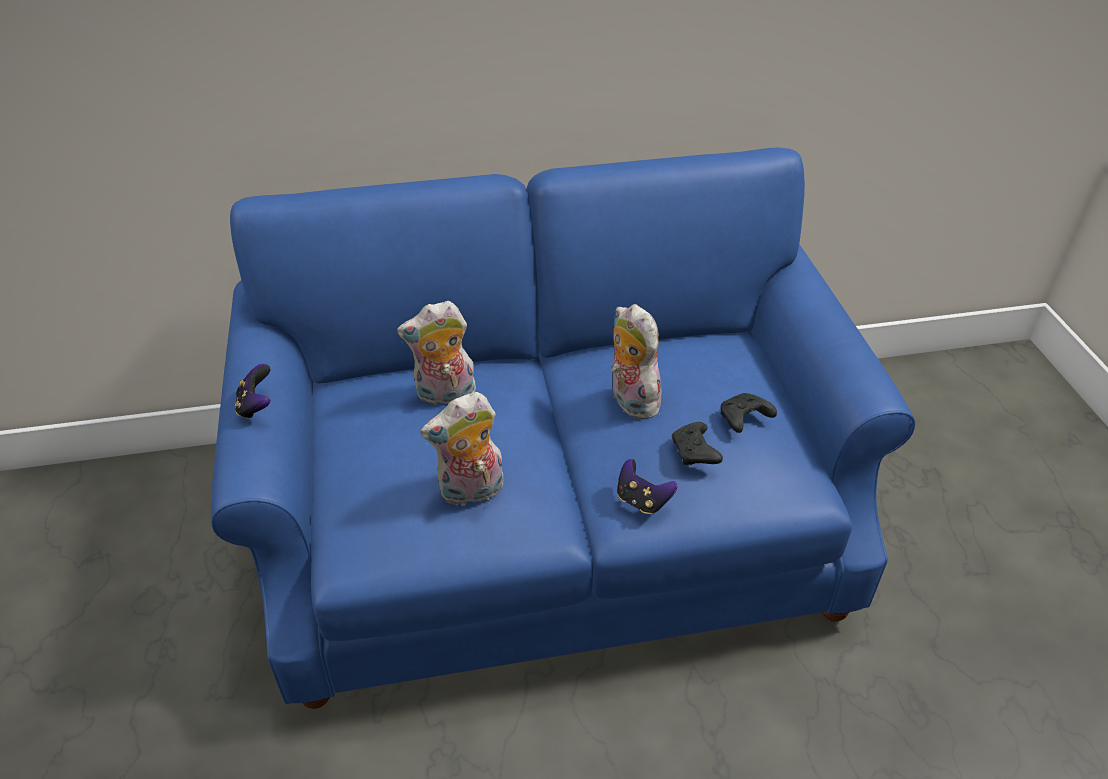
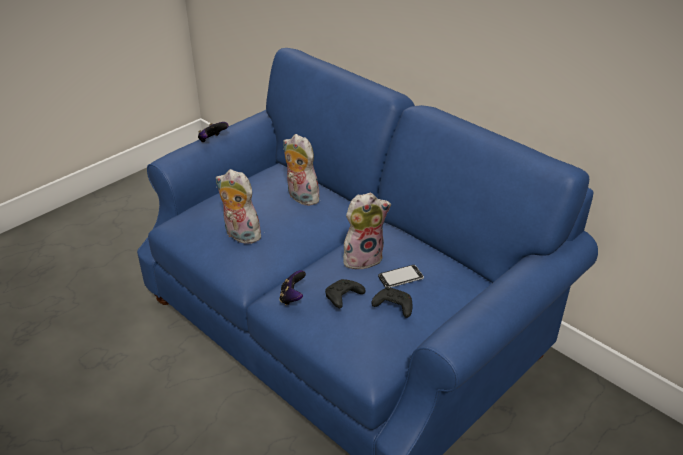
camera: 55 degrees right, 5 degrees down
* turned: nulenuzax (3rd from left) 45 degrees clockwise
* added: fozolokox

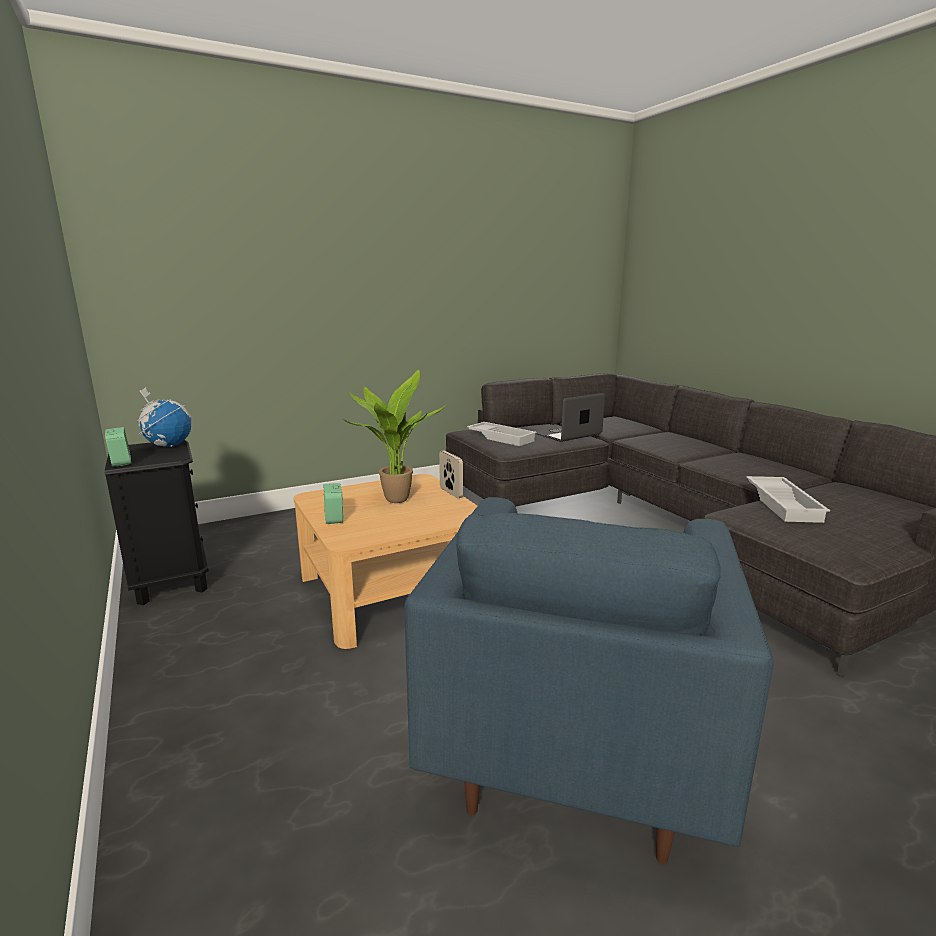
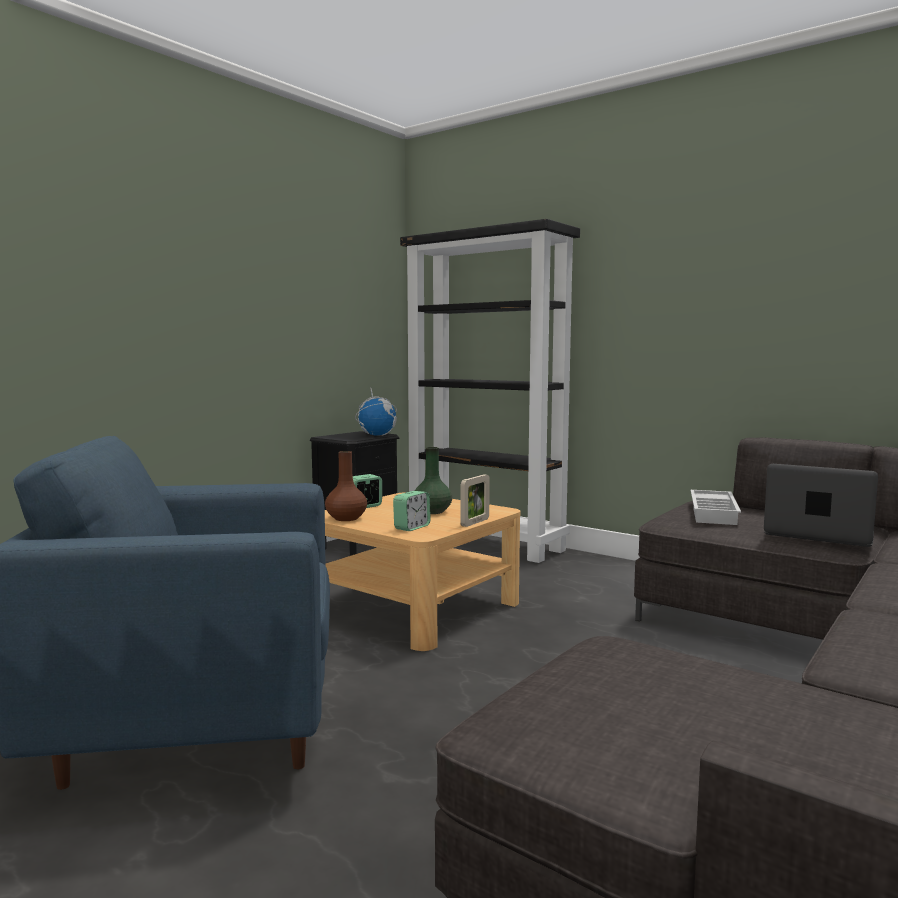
camera: 65 degrees right, 10 degrees down
* replaced: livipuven to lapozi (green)
* moved: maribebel (1st from left in the first image) to maribebel (2nd from left)
* removed: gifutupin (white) (2nd from left)
* added: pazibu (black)
* added: lapozi (brown)

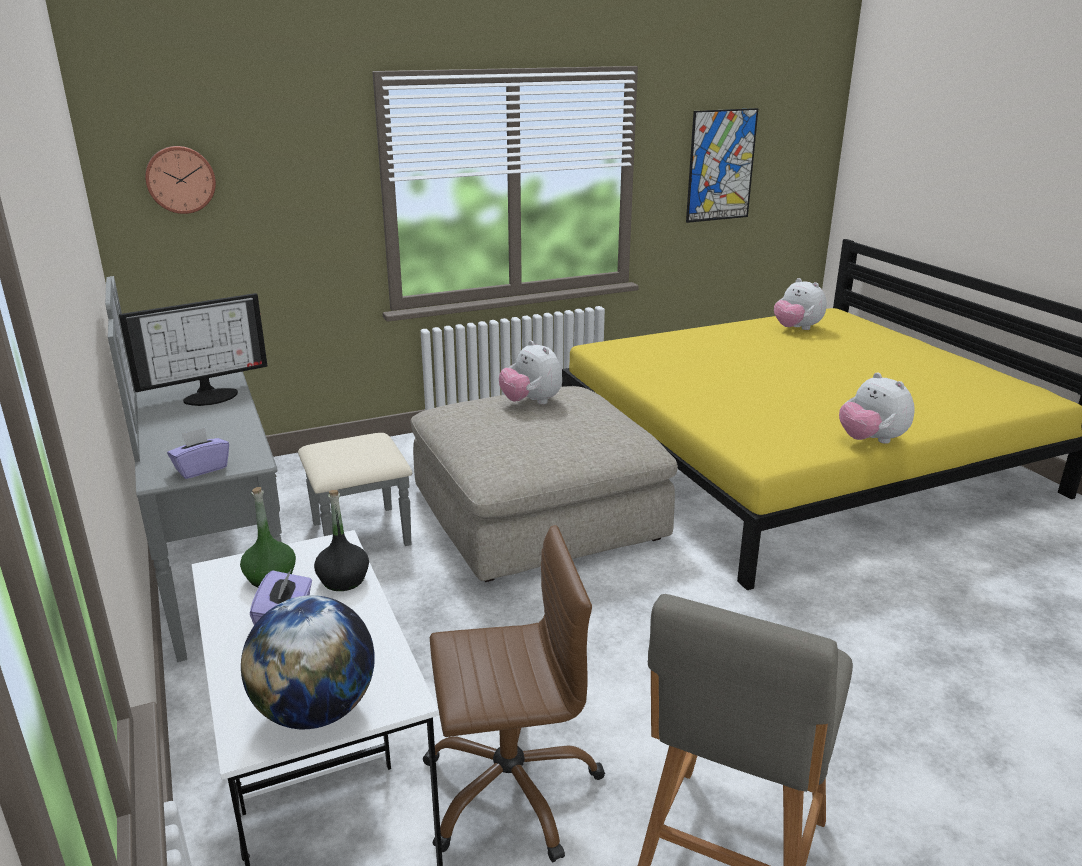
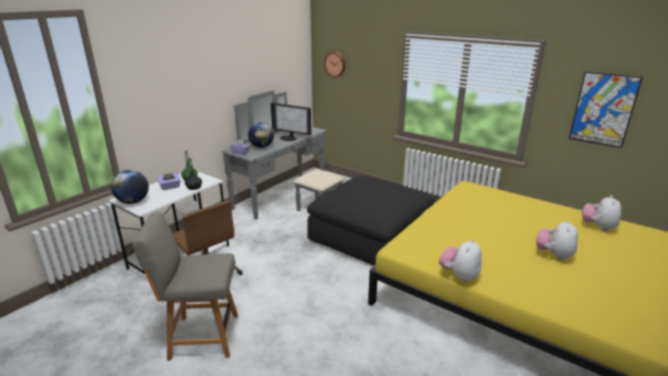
camera: 60 degrees right, 0 degrees up
* moved: nulenuzax (1st from left in the first image) to nulenuzax (2nd from left)
* recoloured: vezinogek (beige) to vezinogek (black)
* added: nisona (2nd from left)

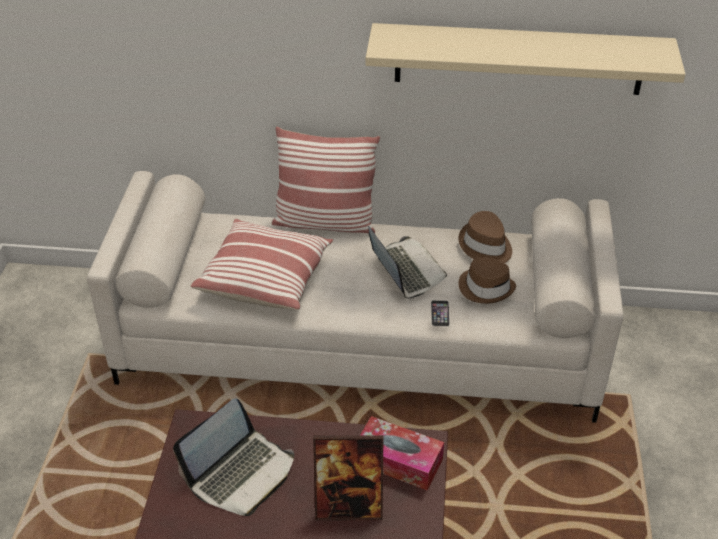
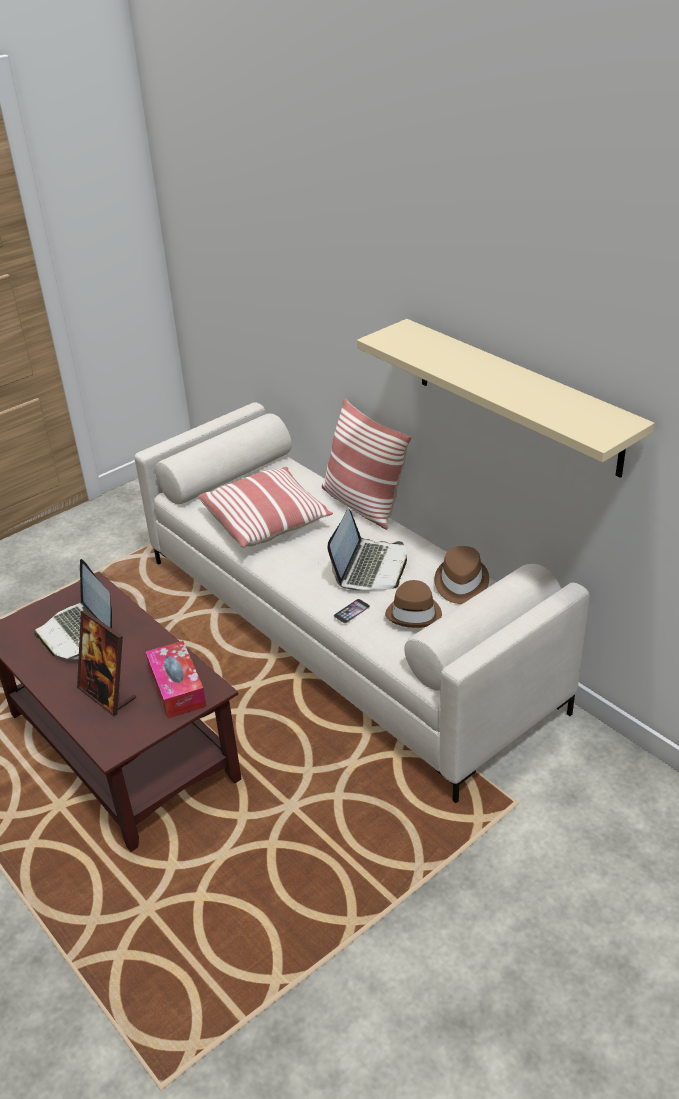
camera: 45 degrees right, 5 degrees down
* turned: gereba (1st from left) 60 degrees clockwise

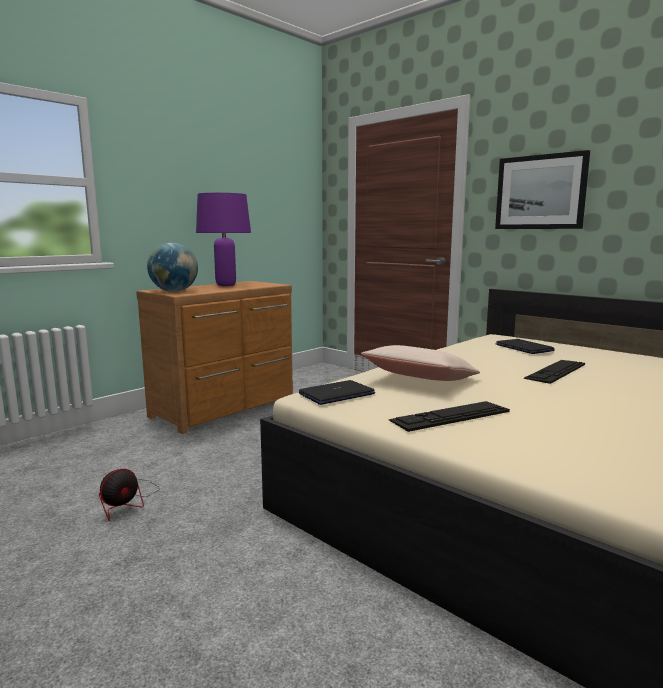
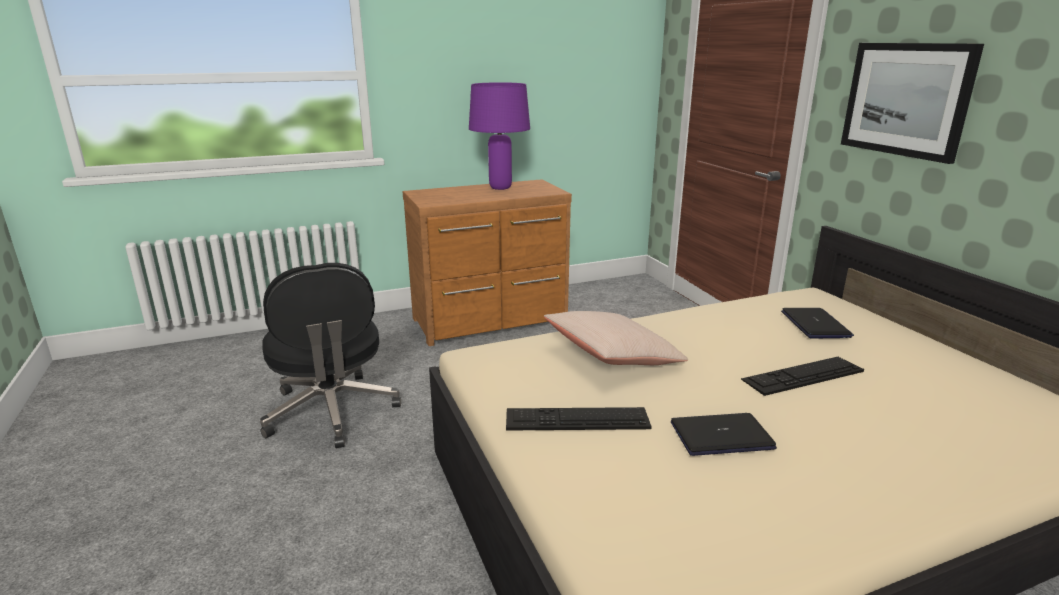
camera: 25 degrees right, 10 degrees up
* removed: nisona
* moved: gereba (1st from left)
* replaced: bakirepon to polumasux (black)

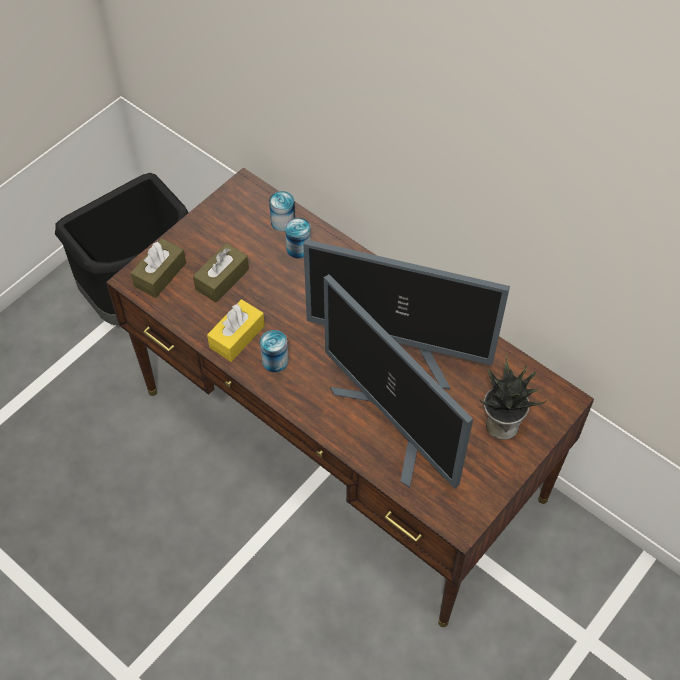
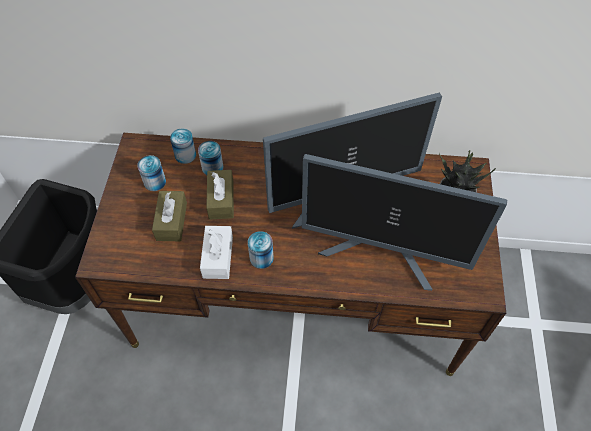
camera: 35 degrees left, 0 degrees up
* moved: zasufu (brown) (1st from left in the first image) to zasufu (brown) (2nd from left)
* recoloured: zasufu (yellow) to zasufu (white)
* added: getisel (1st from left)

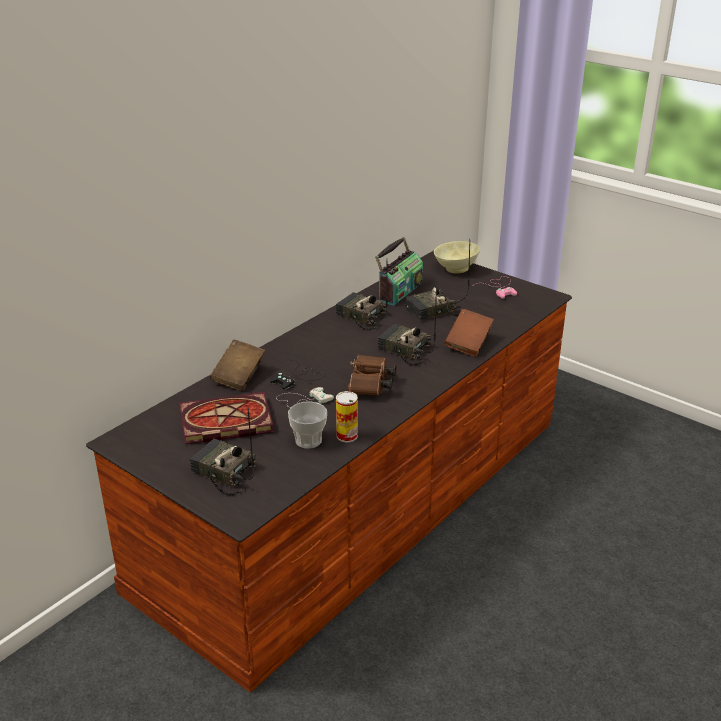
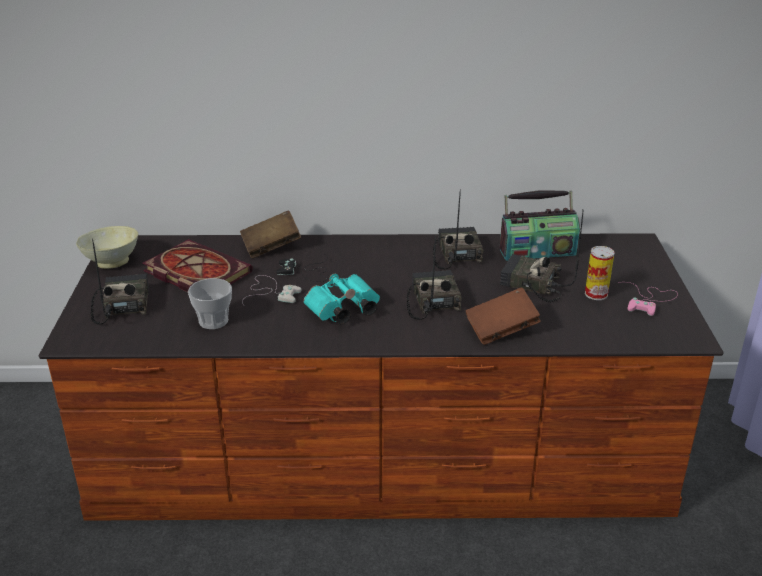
camera: 50 degrees right, 0 degrees up
* moved: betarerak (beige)
* recoloured: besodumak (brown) to besodumak (turquoise)
* moved: getisel

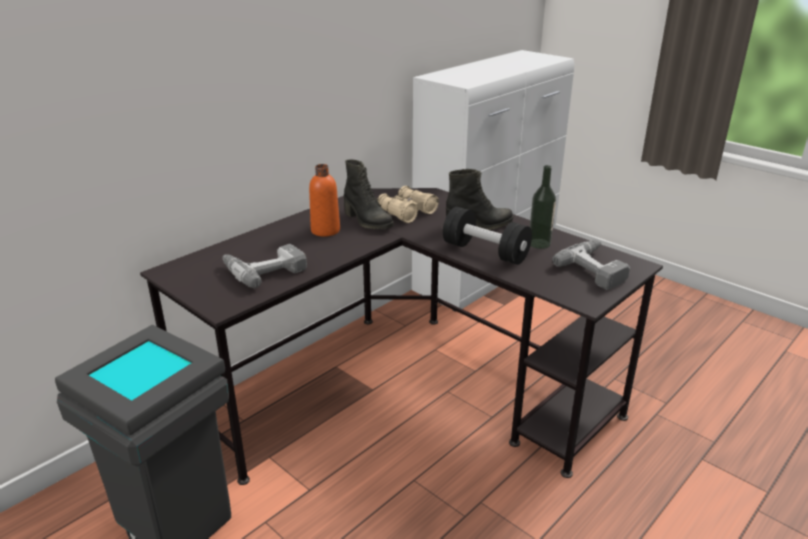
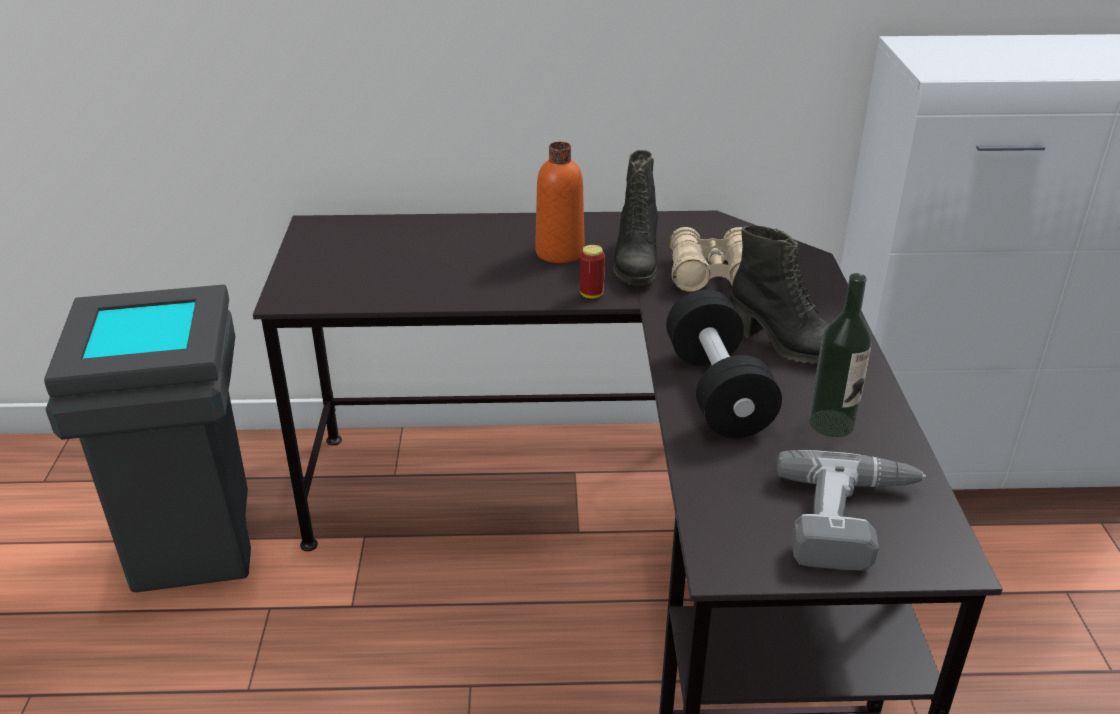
camera: 45 degrees right, 5 degrees up
* removed: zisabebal (1st from left)
* added: getisel

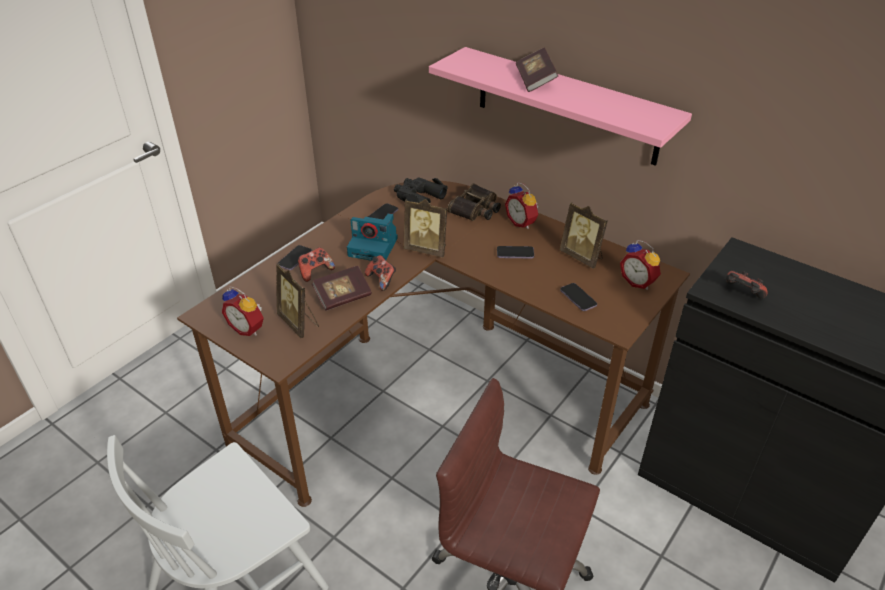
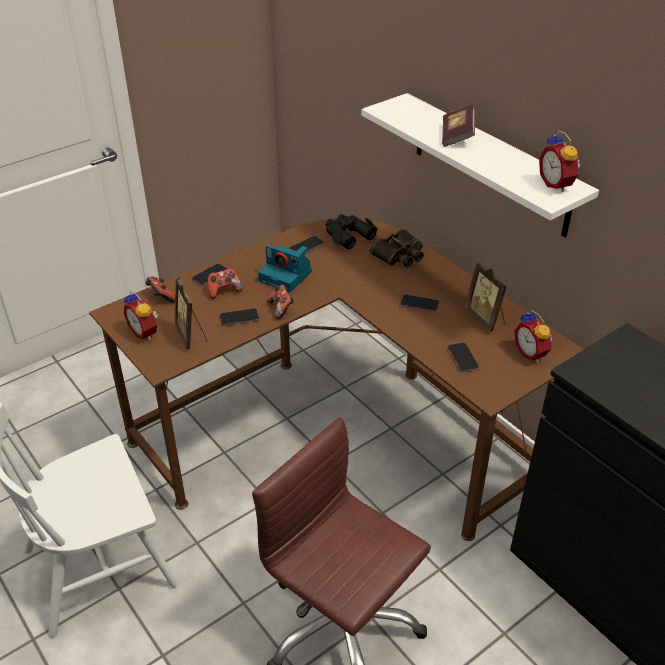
camera: 15 degrees right, 0 degrees up
* recoloured: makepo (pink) to makepo (white)
* moved: maribebel (2nd from left in the first image) to maribebel (3rd from left)
* removed: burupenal (2nd from left)
* replaced: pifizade (1st from left) to fozolokox (2nd from left)
* moved: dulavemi (3rd from left in the first image) to dulavemi (1st from left)

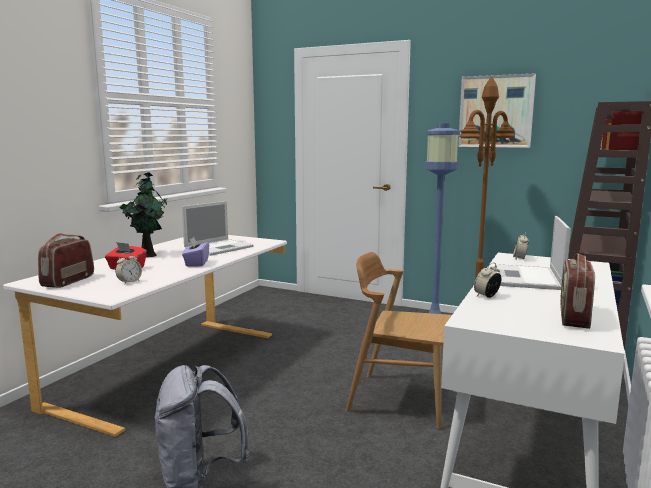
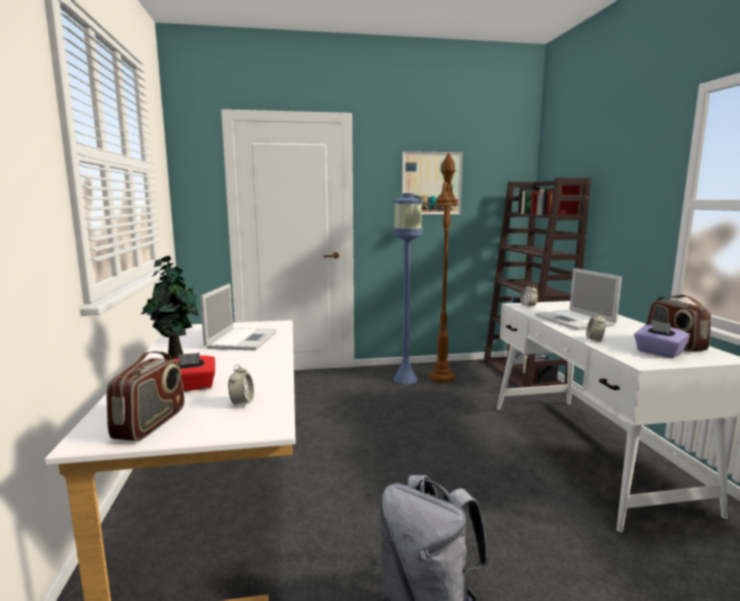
camera: 35 degrees left, 0 degrees up
* turned: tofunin (1st from left) 150 degrees counterclockwise
* moved: zasufu (purple)
* removed: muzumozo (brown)

